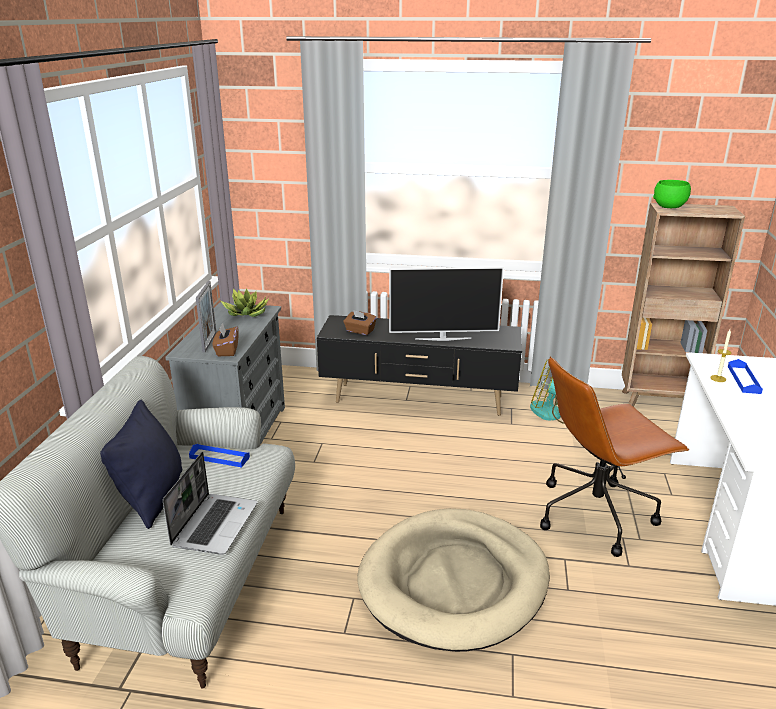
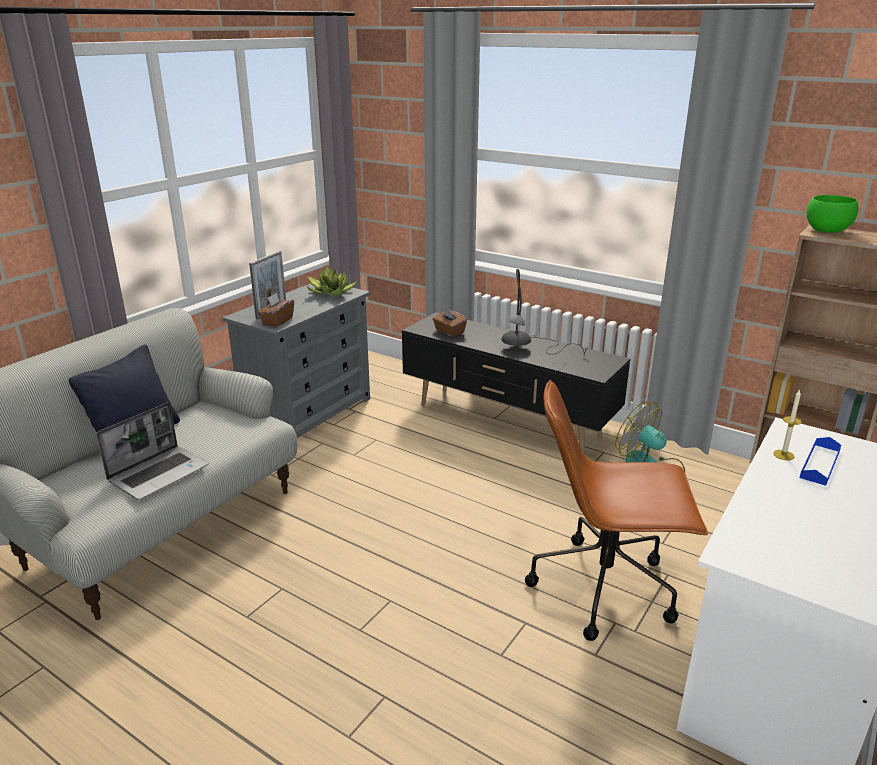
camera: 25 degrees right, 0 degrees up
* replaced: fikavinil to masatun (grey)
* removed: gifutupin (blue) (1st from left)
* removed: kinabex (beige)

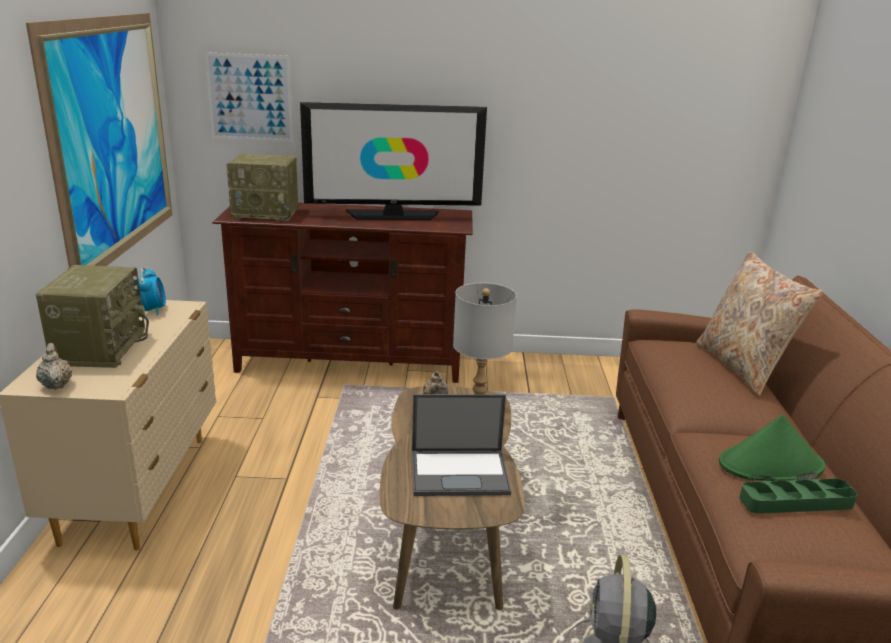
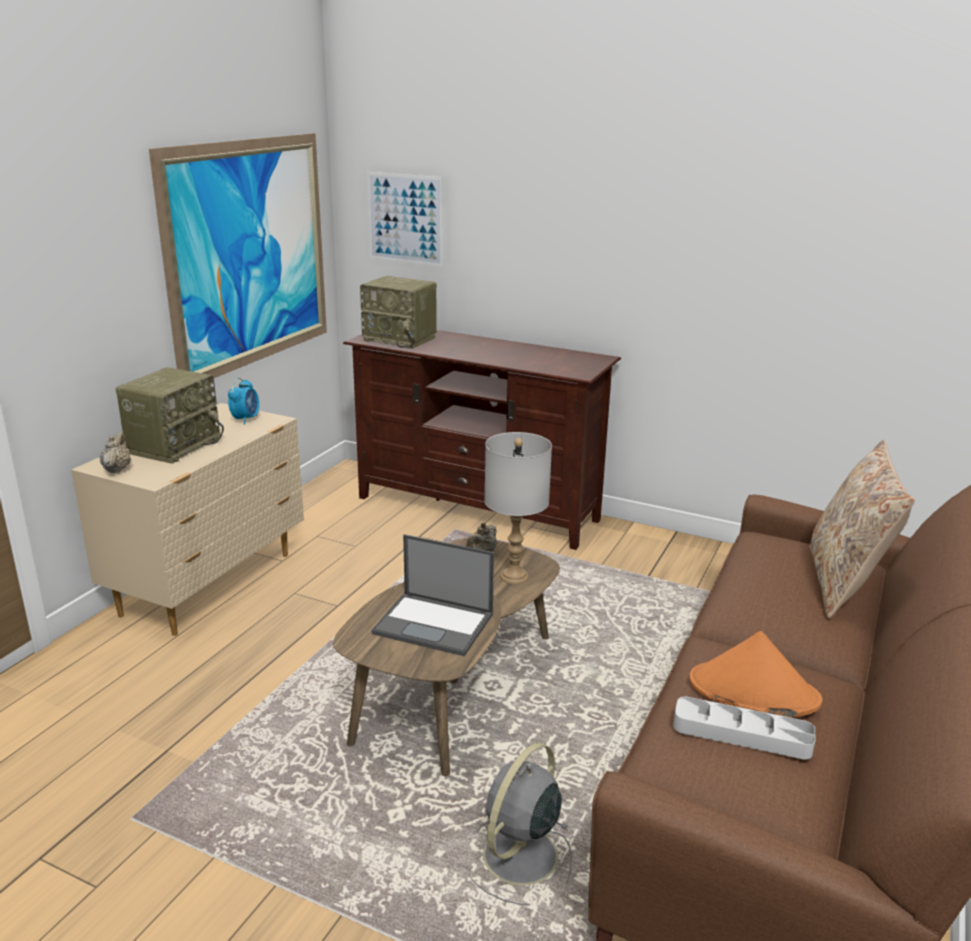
camera: 25 degrees right, 0 degrees up
* removed: fikavinil
* recoloured: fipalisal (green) to fipalisal (orange)
* recoloured: gifutupin (green) to gifutupin (grey)

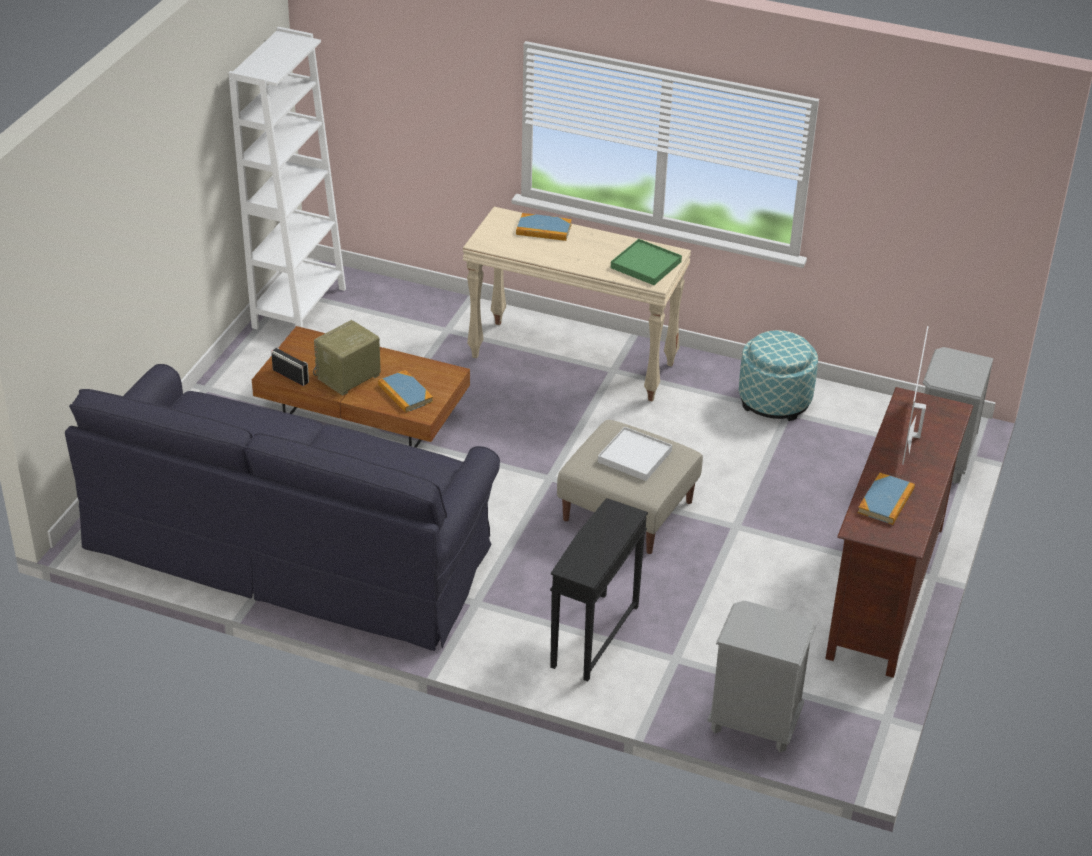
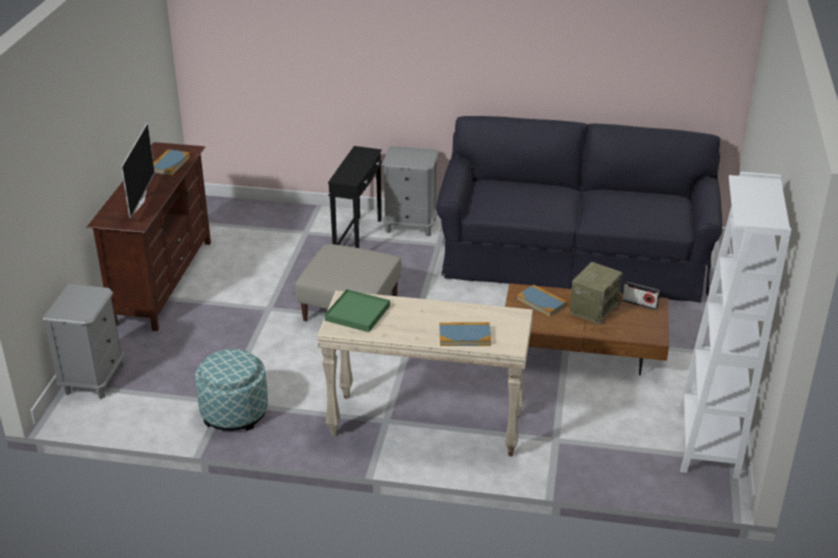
camera: 170 degrees right, 5 degrees down
* removed: gifutupin (white)
* moved: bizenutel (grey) (1st from left in the first image) to bizenutel (grey) (2nd from left)

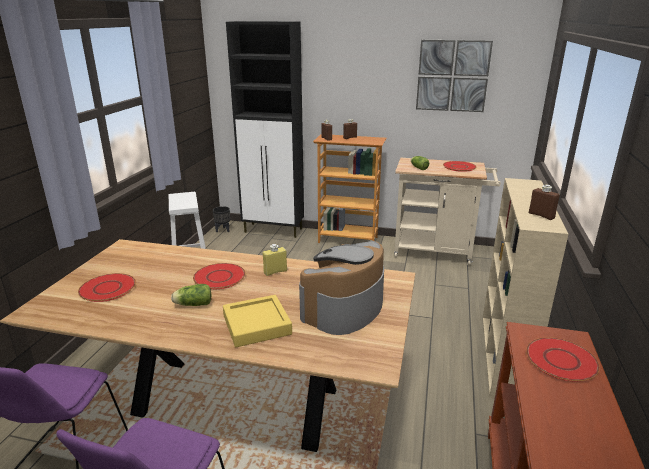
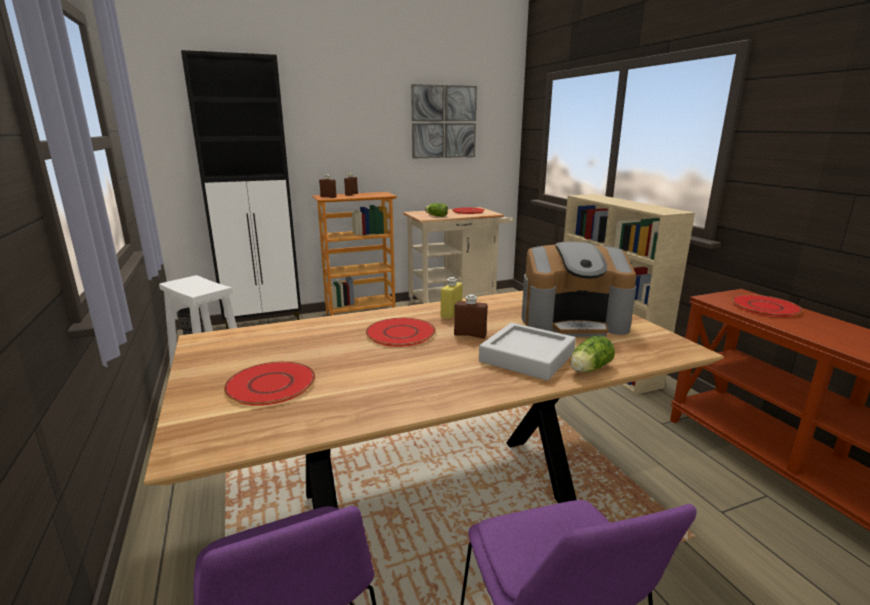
camera: 35 degrees left, 5 degrees down
* moved: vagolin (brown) (3rd from left)
* turned: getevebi 90 degrees counterclockwise
* moved: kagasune (1st from left in the first image) to kagasune (2nd from left)
* recoloured: gifutupin (yellow) to gifutupin (grey)

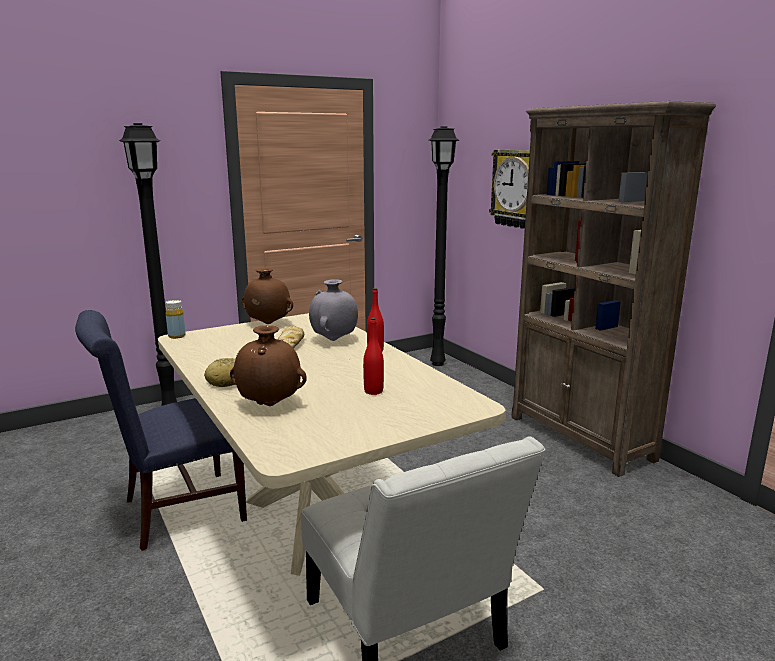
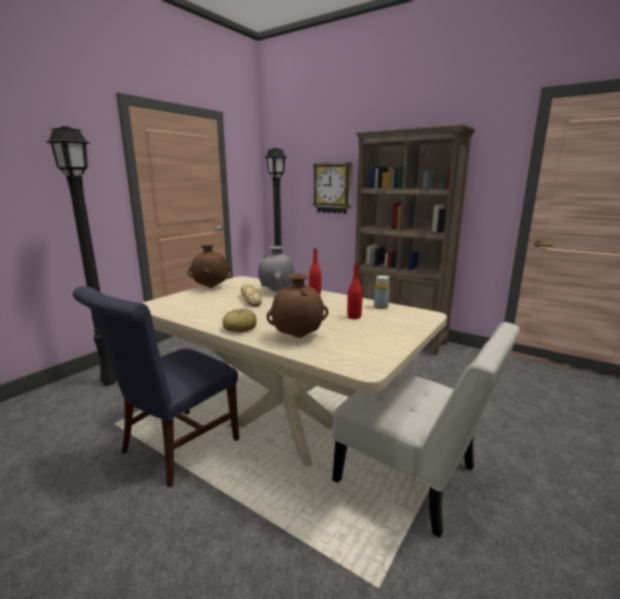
camera: 25 degrees left, 0 degrees up
* moved: vagolin (yellow)

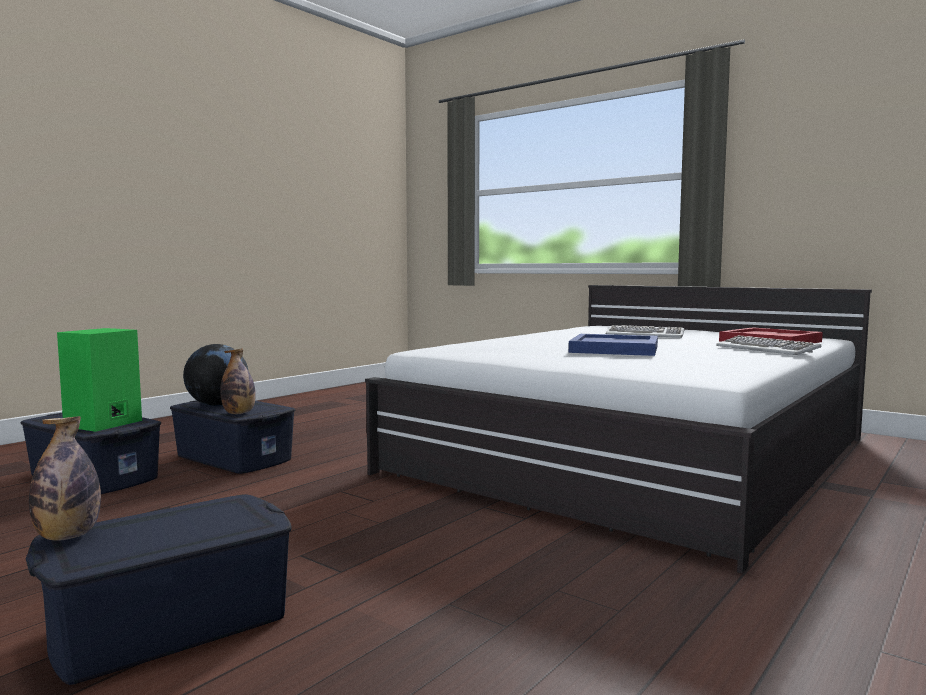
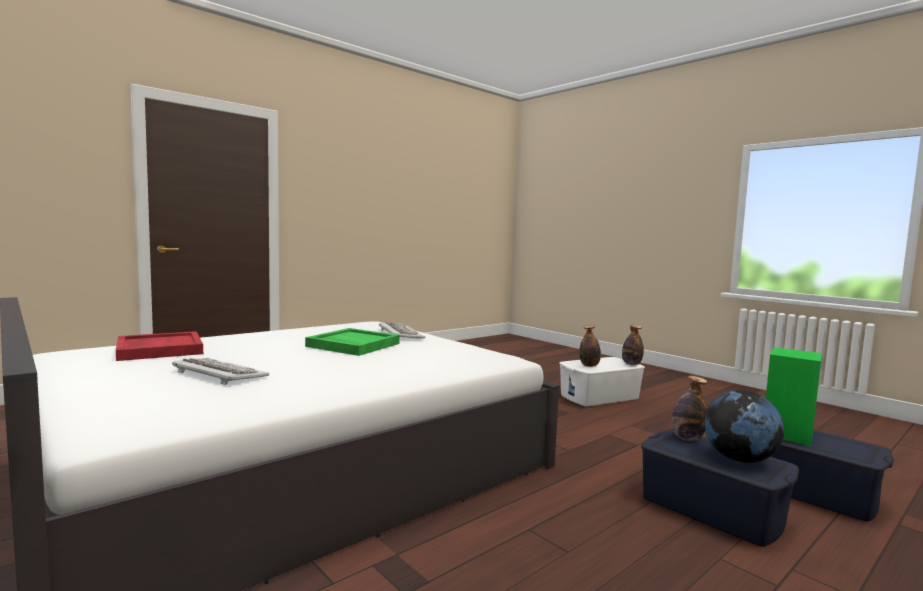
camera: 170 degrees left, 0 degrees up
* recoloured: gifutupin (blue) to gifutupin (green)
* moved: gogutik (2nd from left)
* recoloured: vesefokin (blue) (2nd from left) to vesefokin (white)
* added: vagolin (1st from left)

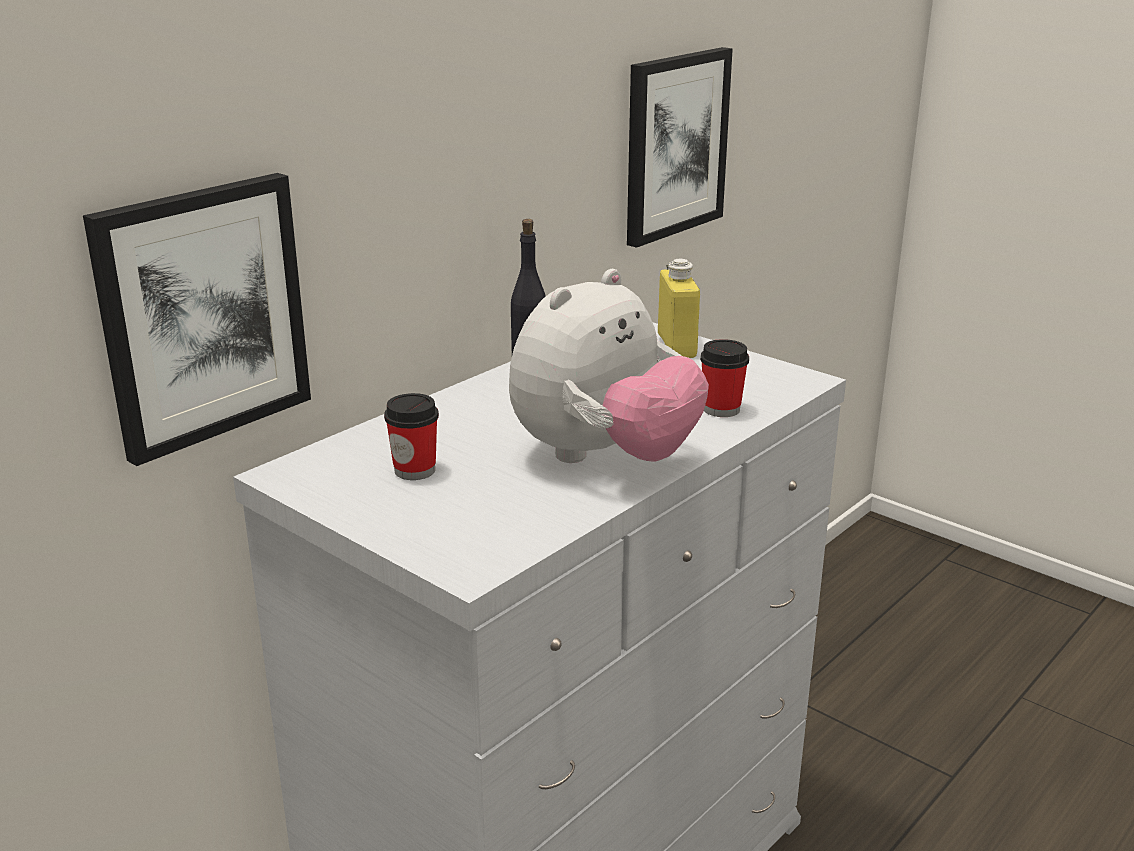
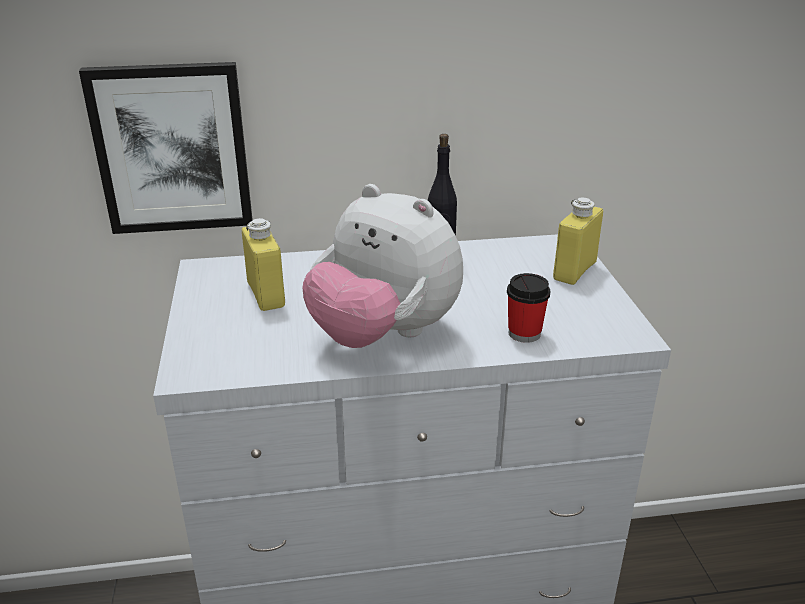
camera: 40 degrees right, 5 degrees up
* removed: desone (2nd from left)
* turned: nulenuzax 45 degrees clockwise
* replaced: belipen (1st from left) to vagolin (yellow) (1st from left)

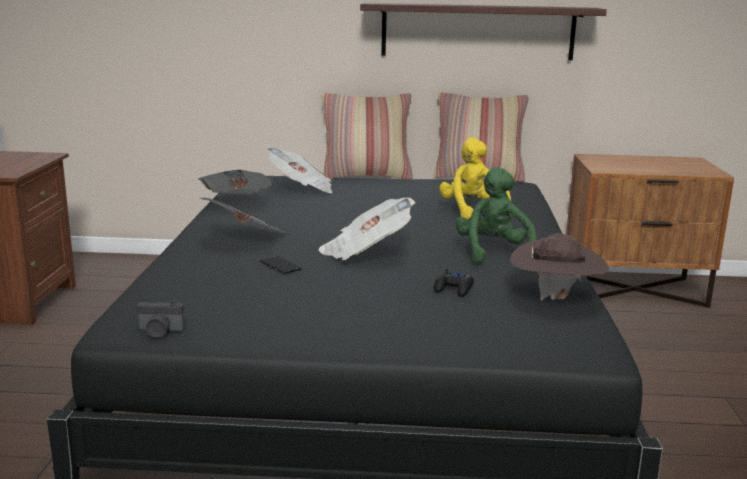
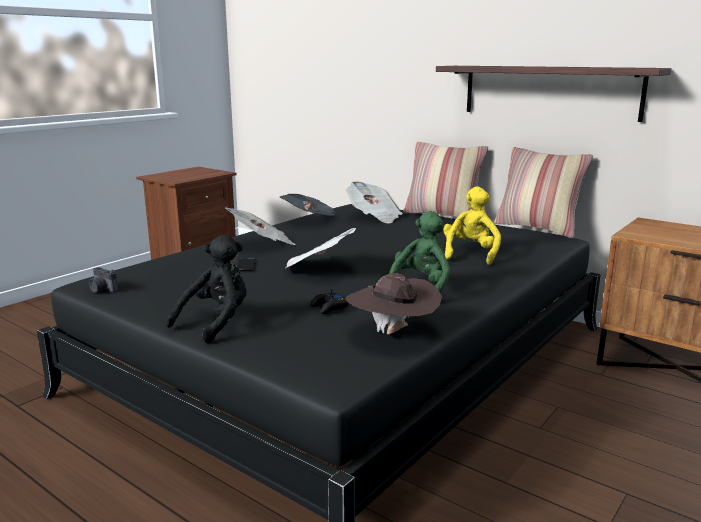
camera: 35 degrees right, 0 degrees up
* added: nulenuzax (black)

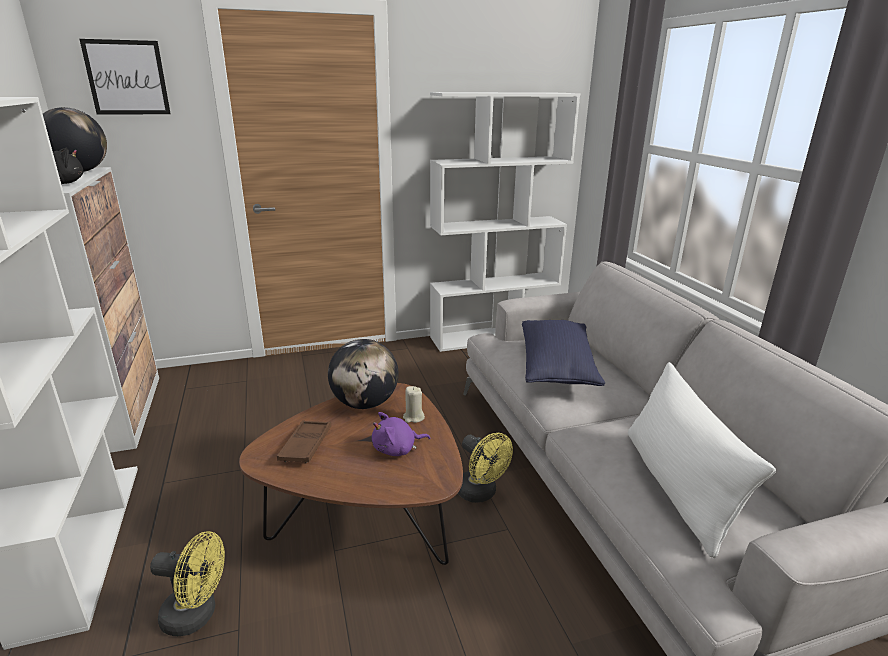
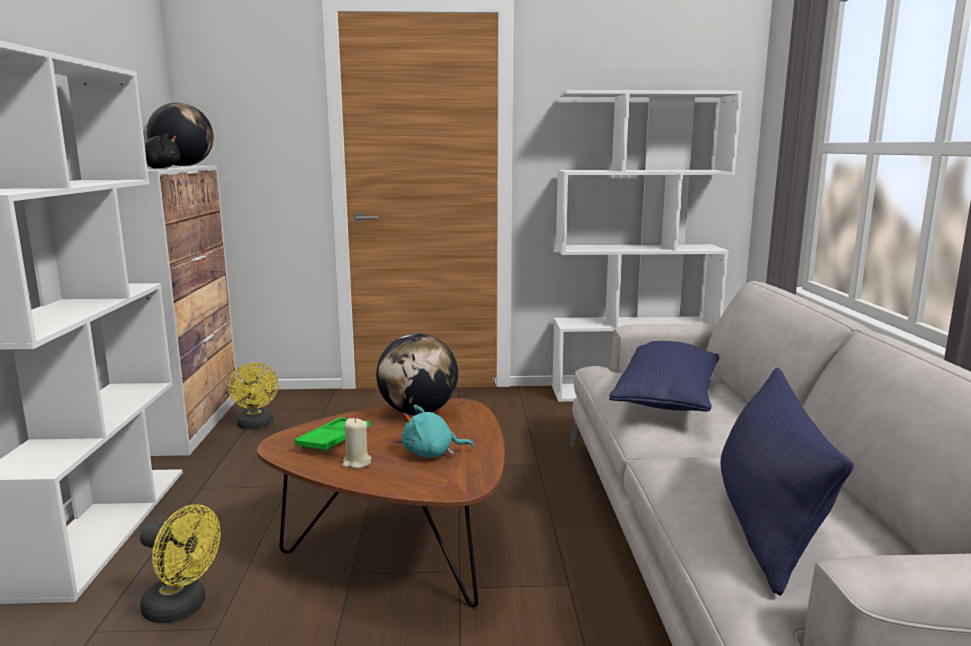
camera: 15 degrees right, 10 degrees down
* removed: desone
* recoloured: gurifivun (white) to gurifivun (blue) (2nd from left)
* moved: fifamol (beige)
* recoloured: nulenuzax (purple) to nulenuzax (turquoise)
* recoloured: gifutupin (brown) to gifutupin (green)
* moved: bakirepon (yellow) (2nd from left)

